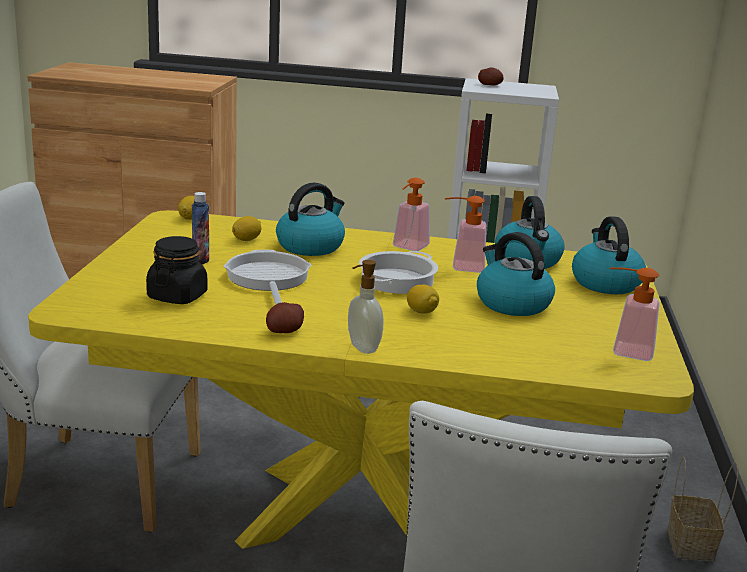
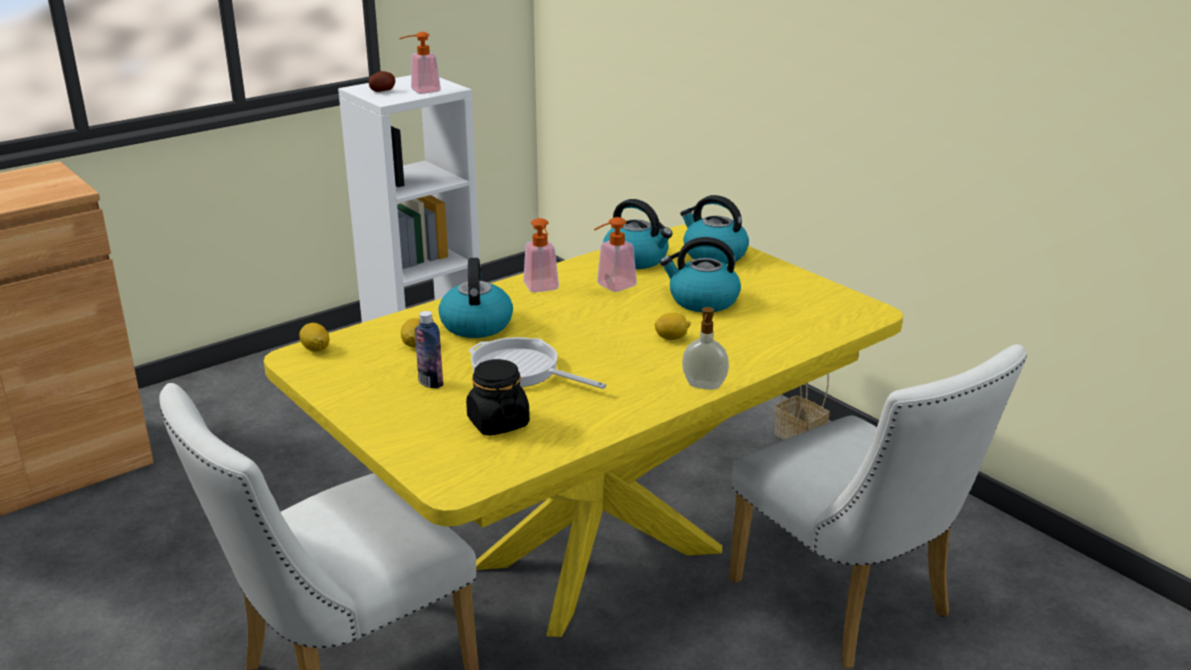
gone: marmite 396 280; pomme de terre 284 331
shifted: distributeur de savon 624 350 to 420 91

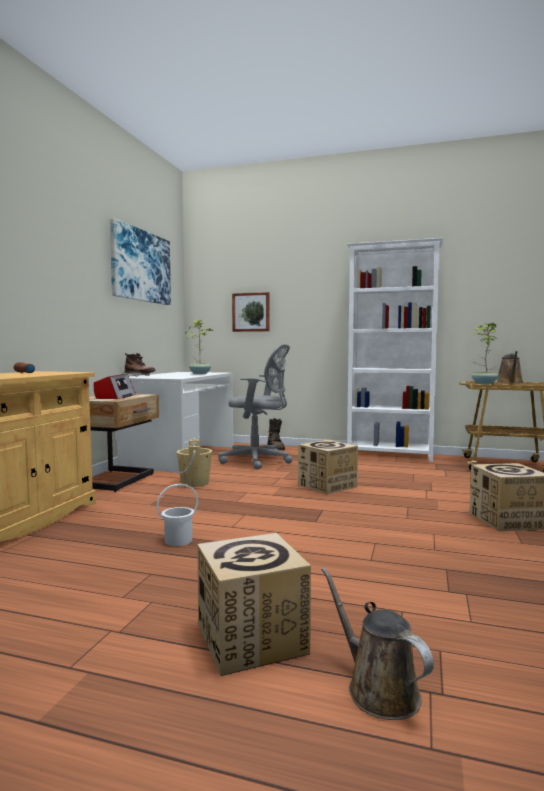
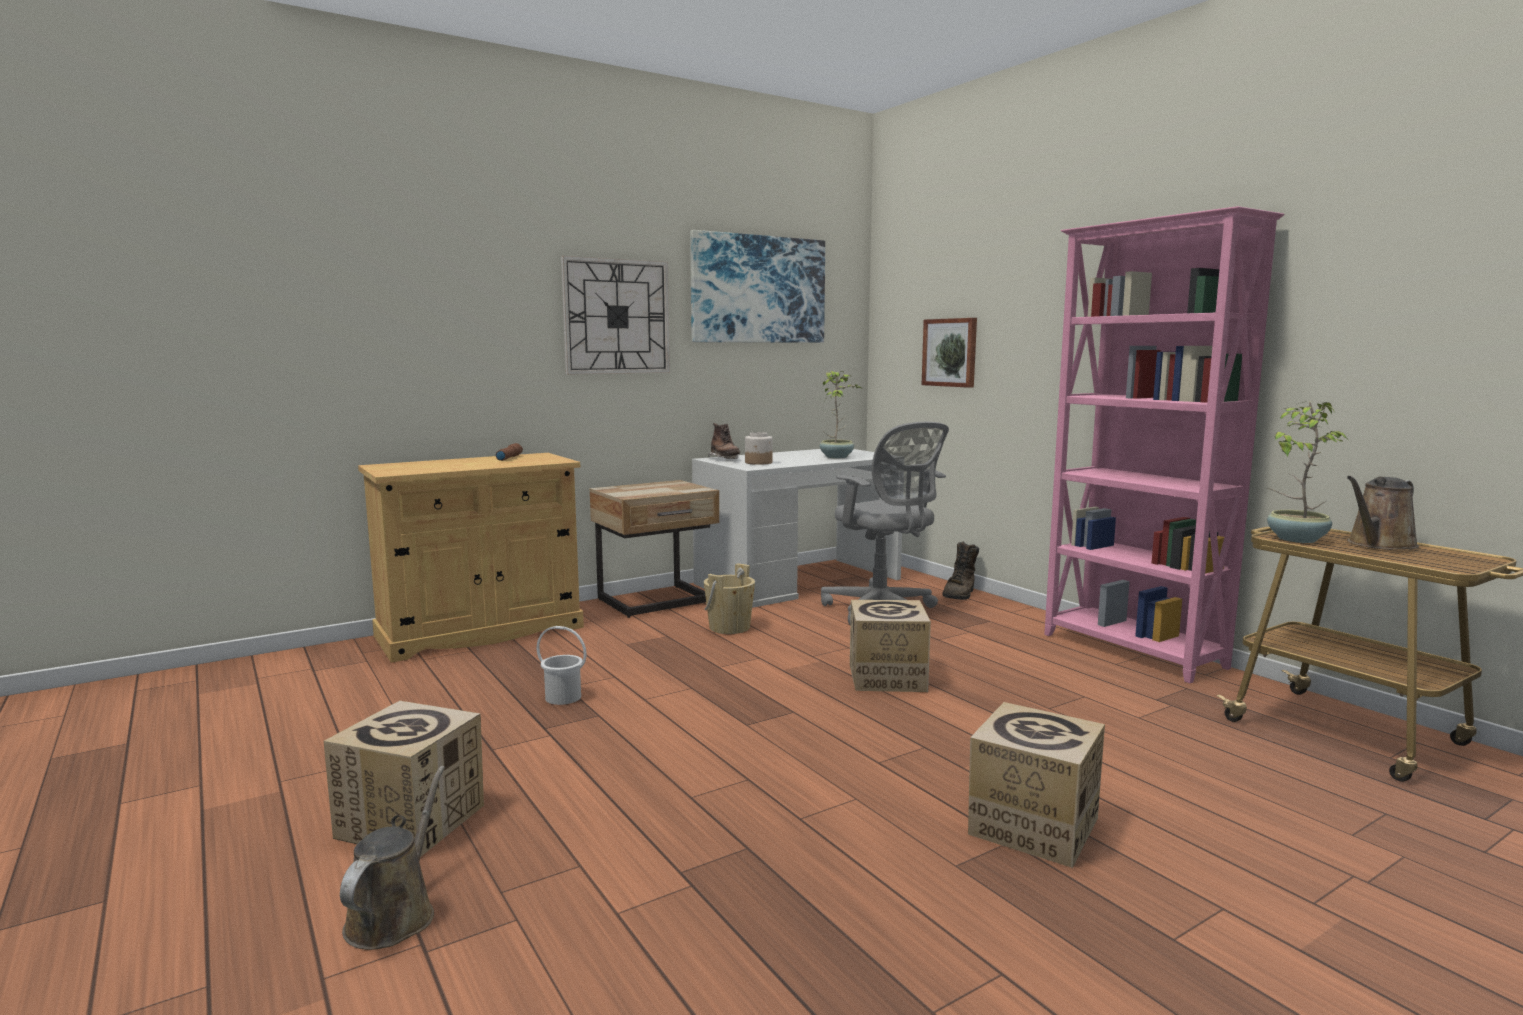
gone: radio 115 396
new: horloge murale 616 317; bocal 758 462
repainted: bibliothèque (blanc) 390 455 to bibliothèque (rose) 1132 651

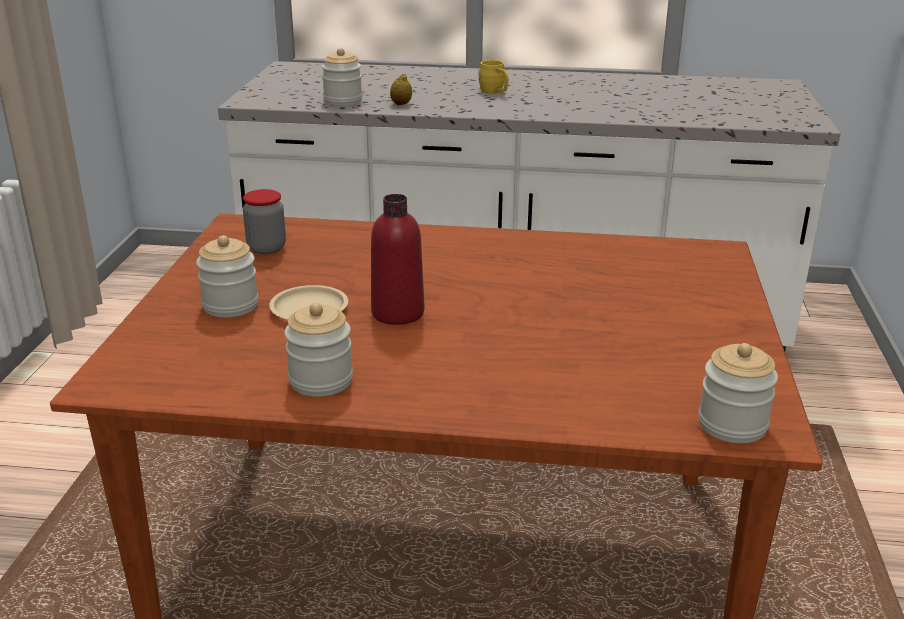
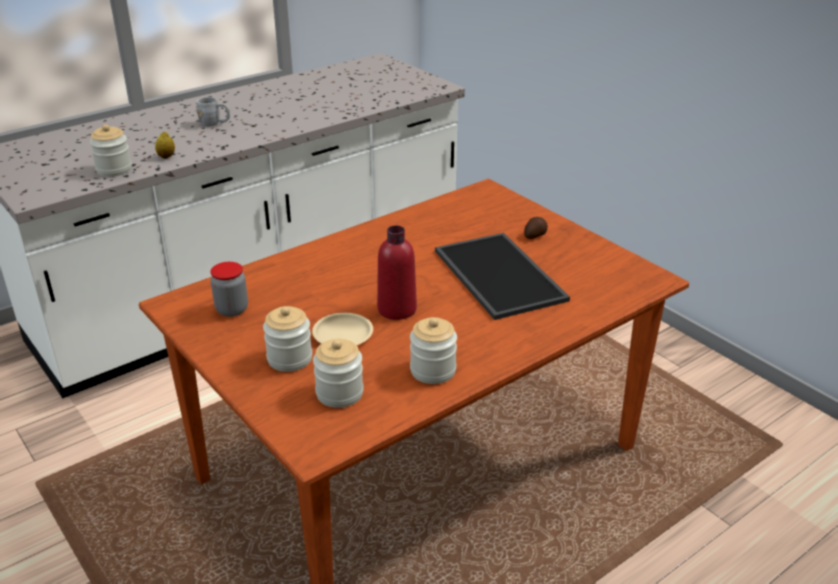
new: pomme de terre 534 235; plateau 496 275
shifted: bocal 732 425 to 339 393
repainted: mug (jaune) 495 92 to mug (gris) 214 123

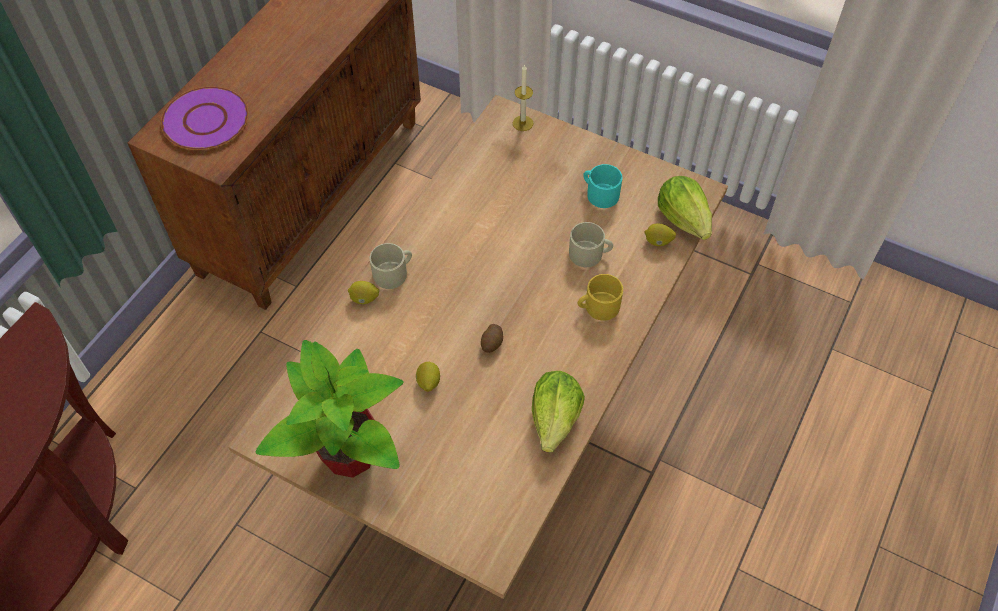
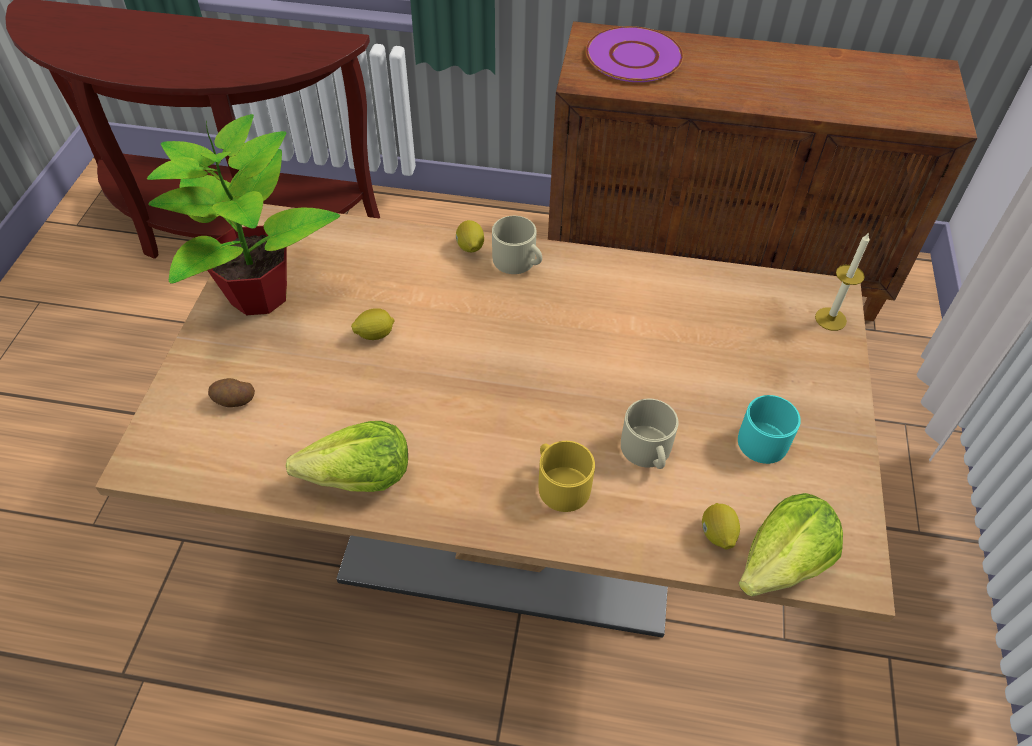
shifted: pomme de terre 492 343 to 234 401

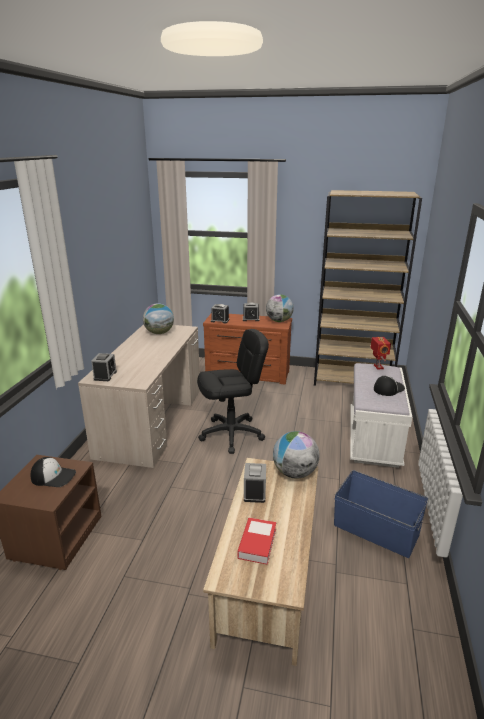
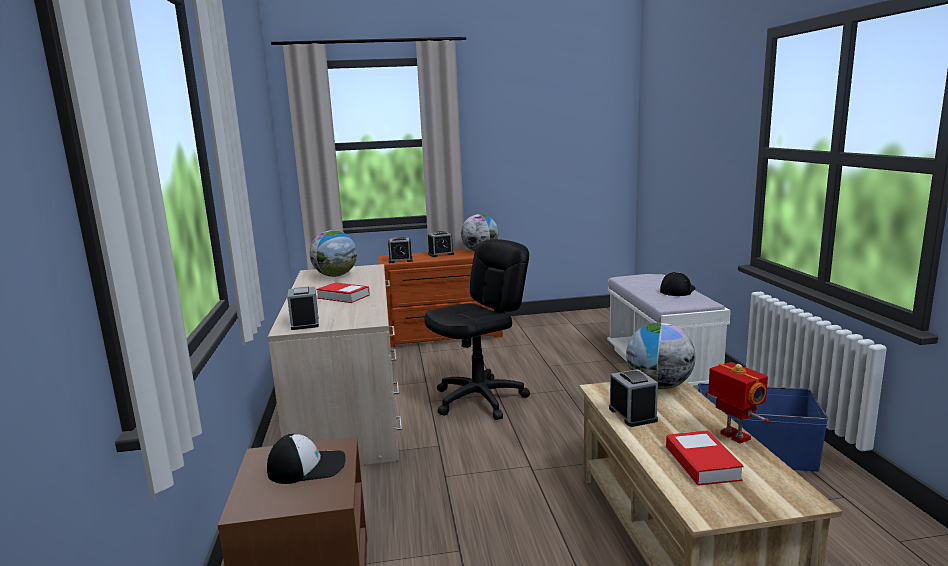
gone: bibliothèque (marron) 353 380
new: livre 343 297
shifted: robot jouet 377 367 to 733 436

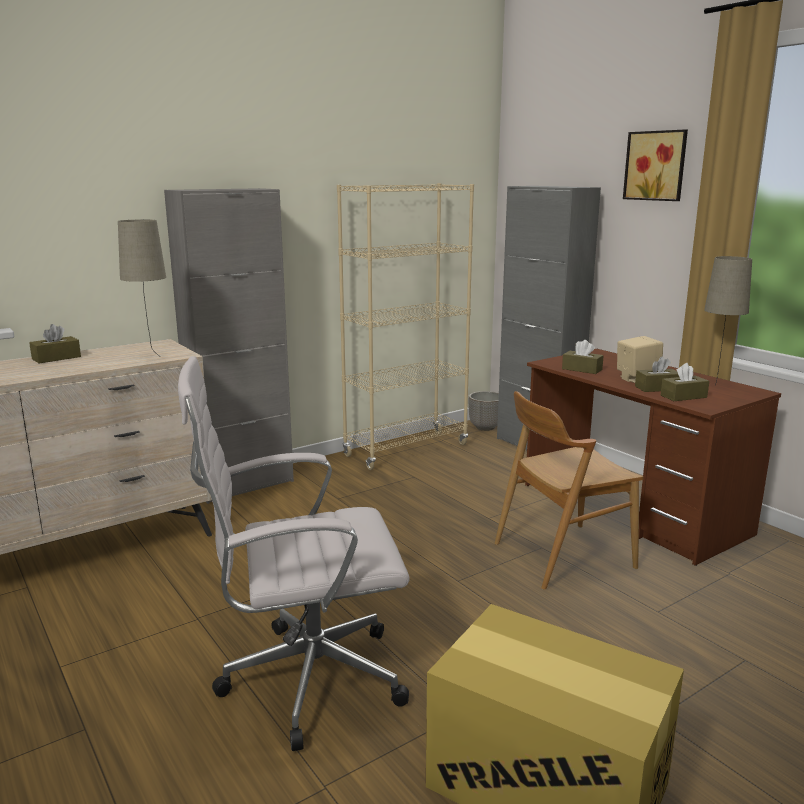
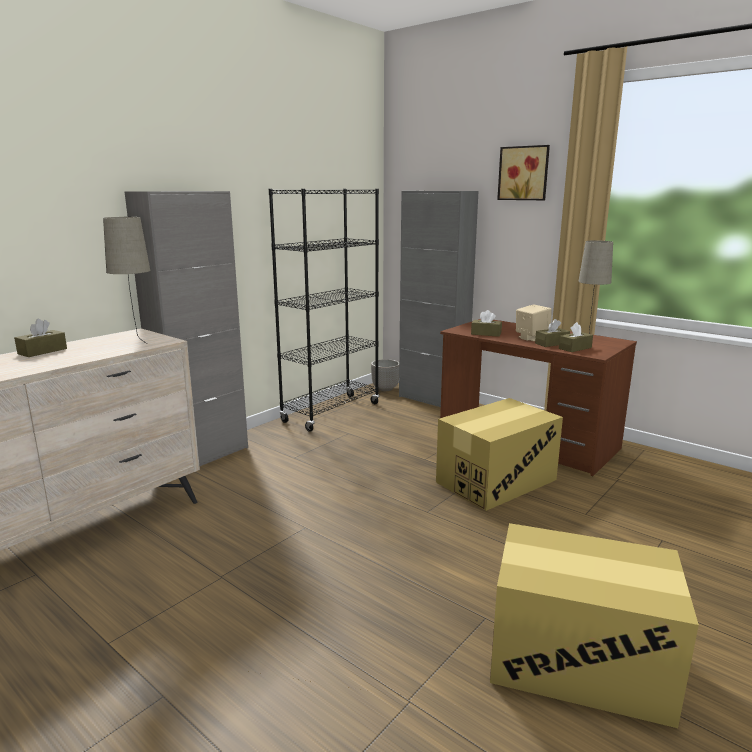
gone: chaise de bureau (blanc) 304 680
swapped: chaise (marron) 562 555 to carton 496 481
repainted: bibliothèque (beige) 406 450 to bibliothèque (noir) 331 412

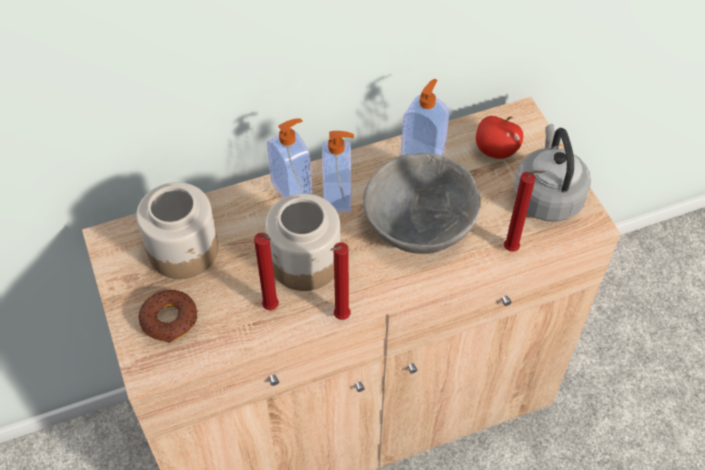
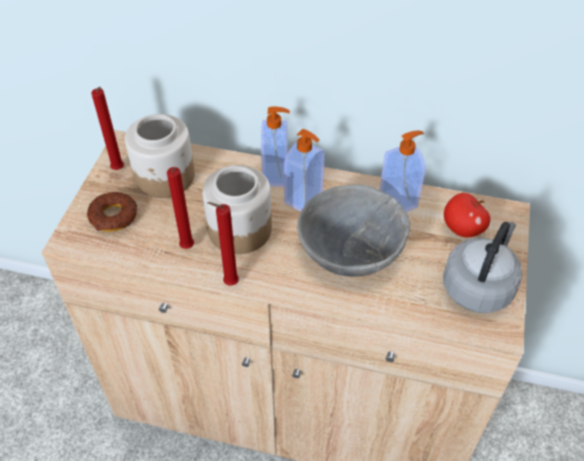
shifted: bougie (rouge) 513 249 to 119 170

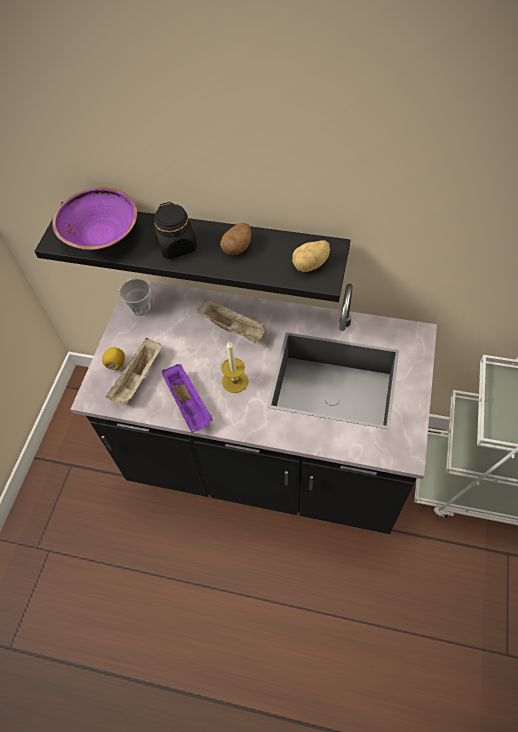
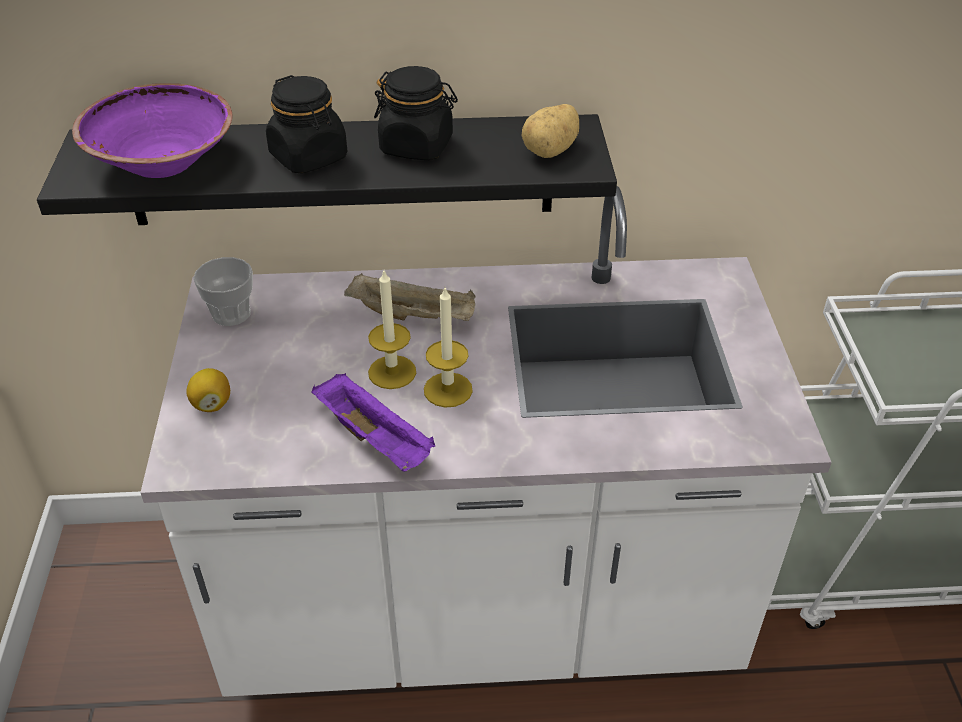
gone: plateau (beige) 138 379
new: bougie 392 372
swapped: pomme de terre 237 247 to bocal (noir) 417 146
repainted: comptoir de cuisine (noir) 266 461 to comptoir de cuisine (blanc) 481 609

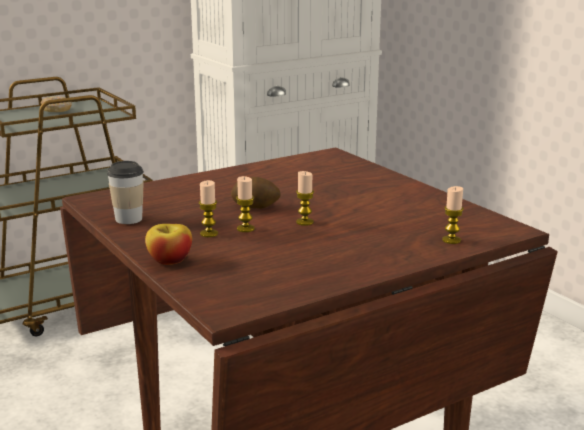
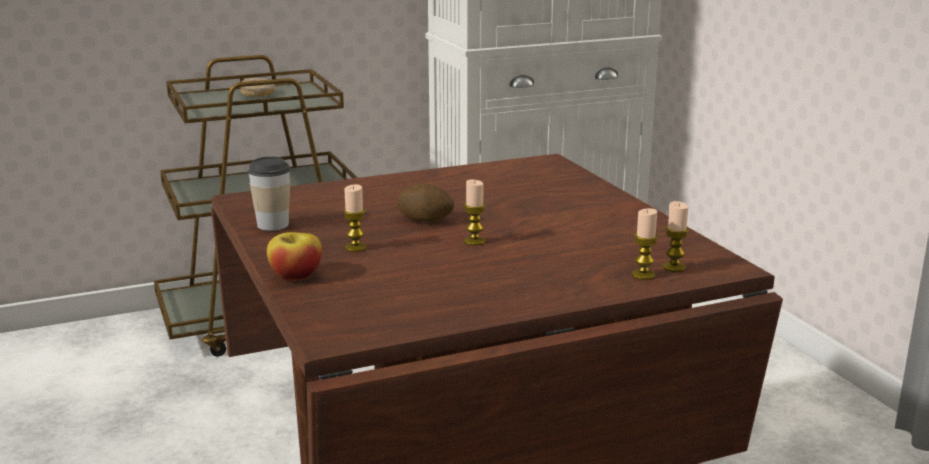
shifted: bougie 245 229 to 674 267

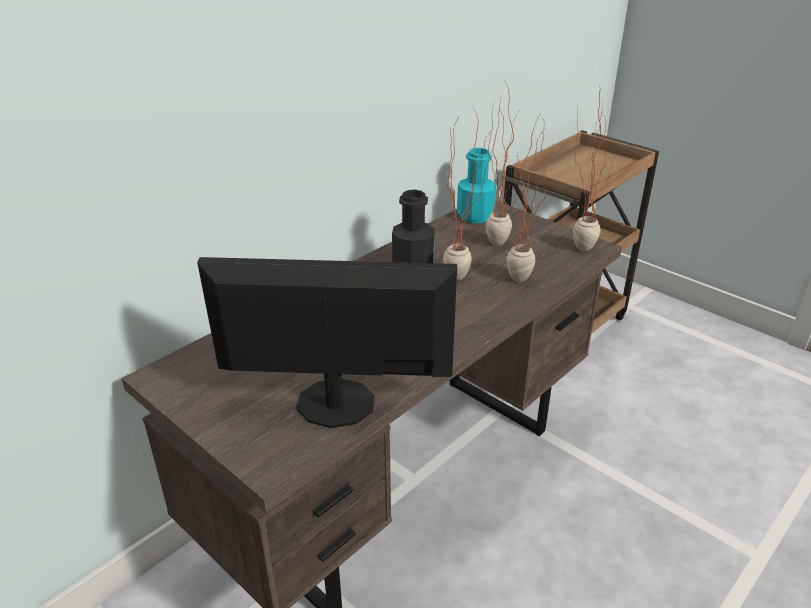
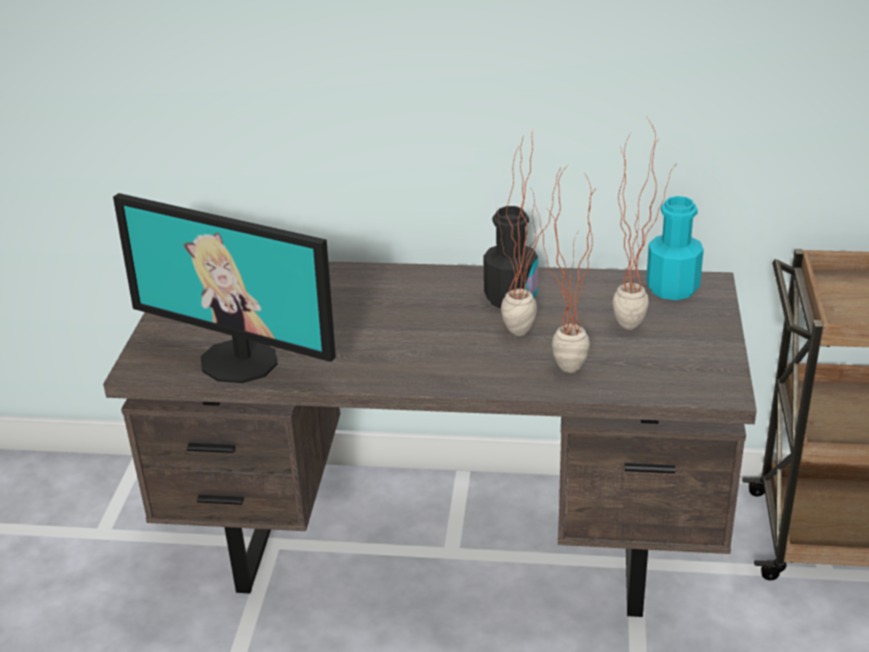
gone: plante en pot 579 245
rotated: écran d'ordinateur 335 404 = 240 360 150 degrees clockwise

